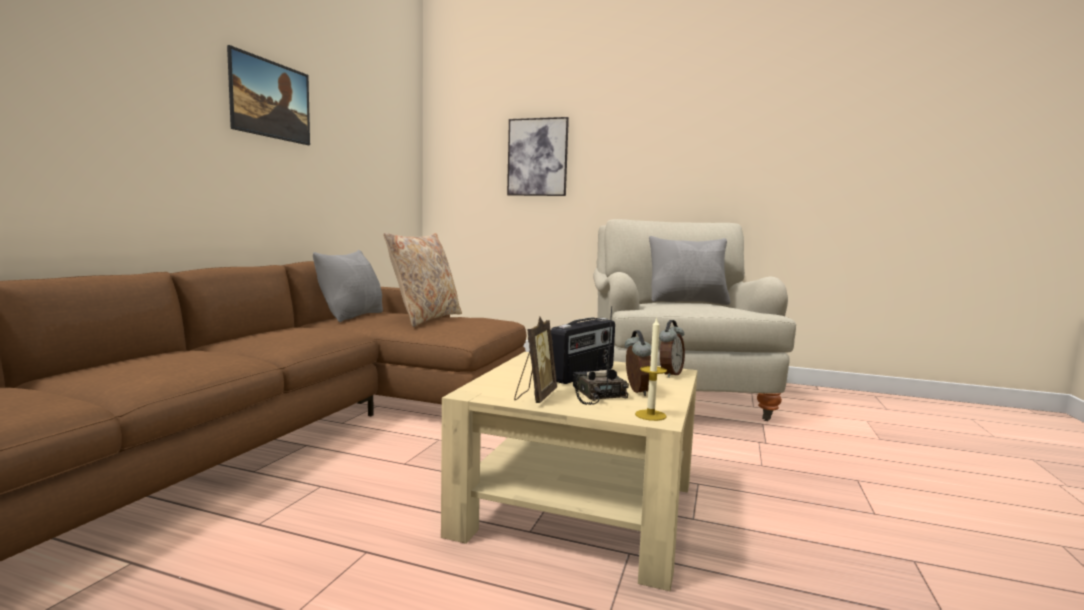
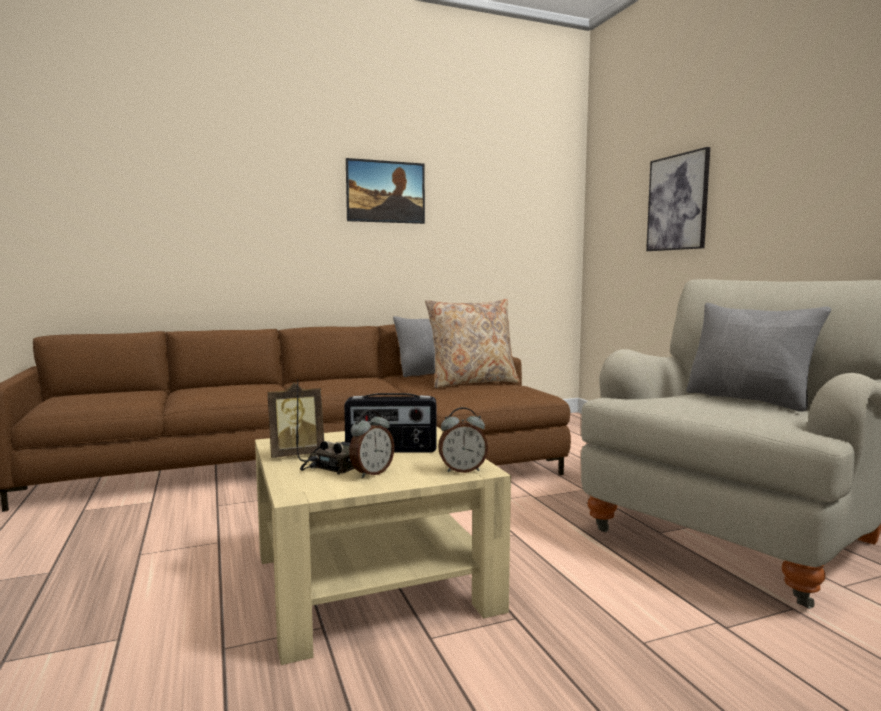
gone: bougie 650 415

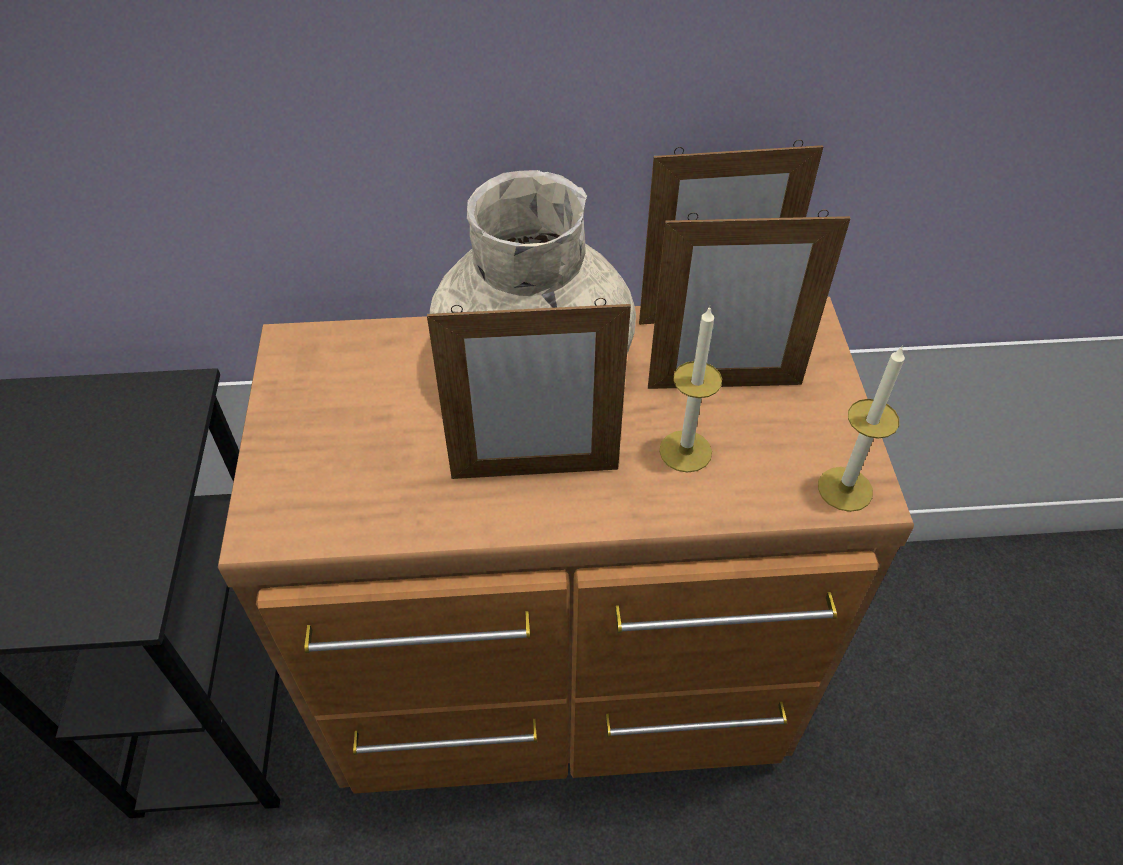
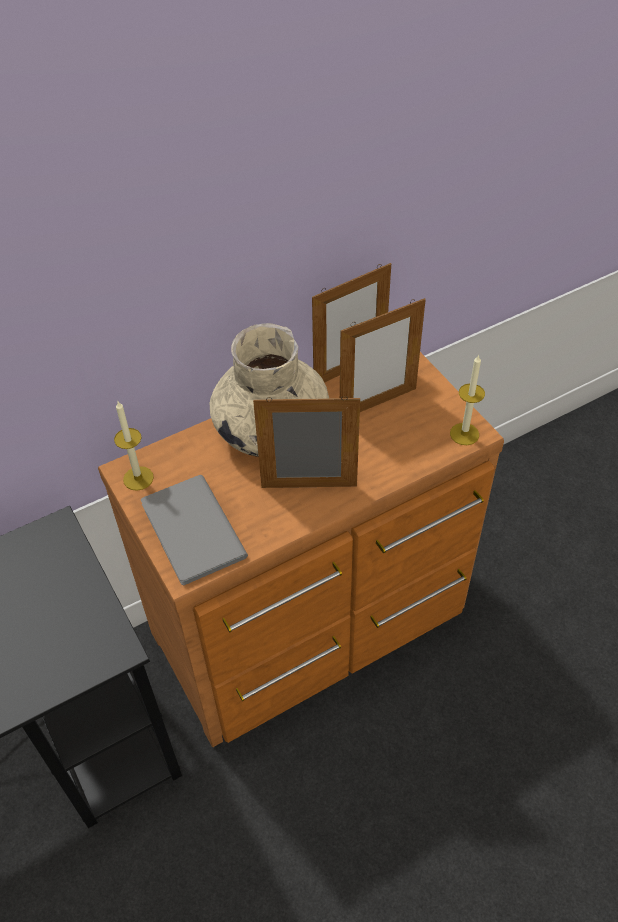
new: livre (gris) 191 533
shifted: bougie 685 451 to 138 478
rotated: cadre photo 535 472 = 309 486 150 degrees counterclockwise

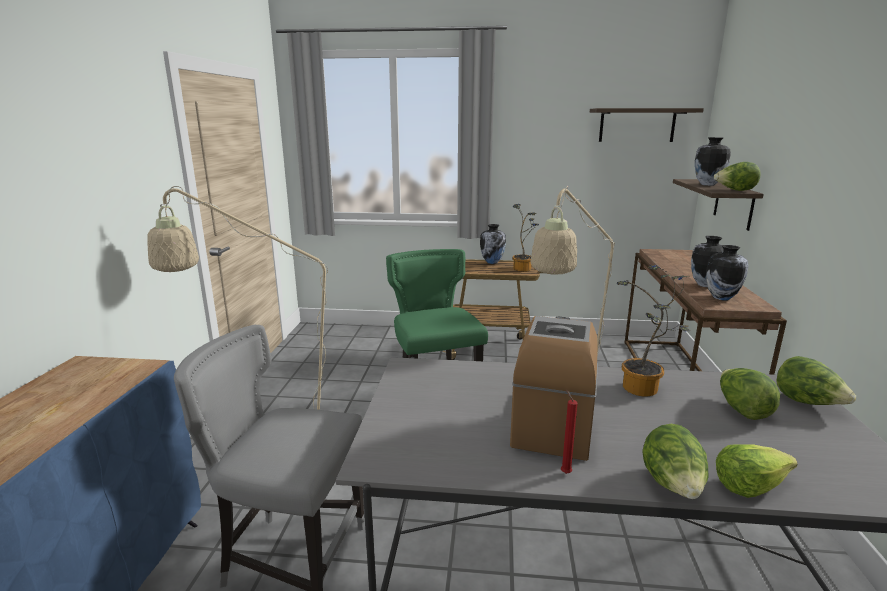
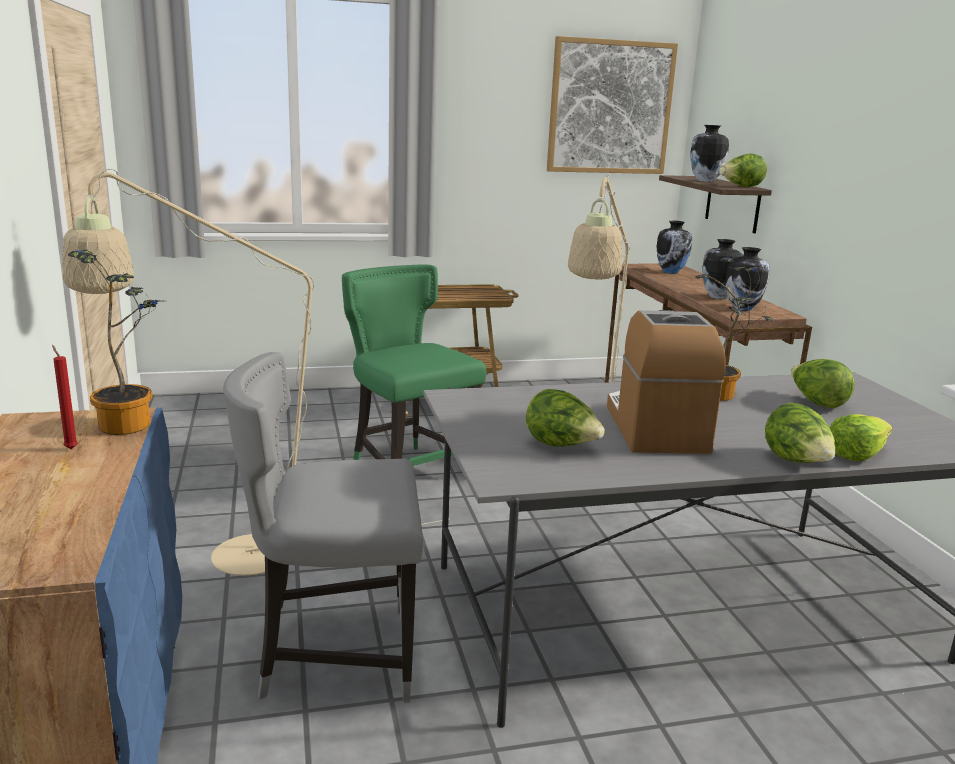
shifted: plante en pot 524 269 to 131 423; vase 492 262 to 671 272; laitue 807 403 to 561 446; bougie (rouge) 564 472 to 70 448
swapped: étagère 637 125 to tableau 610 107

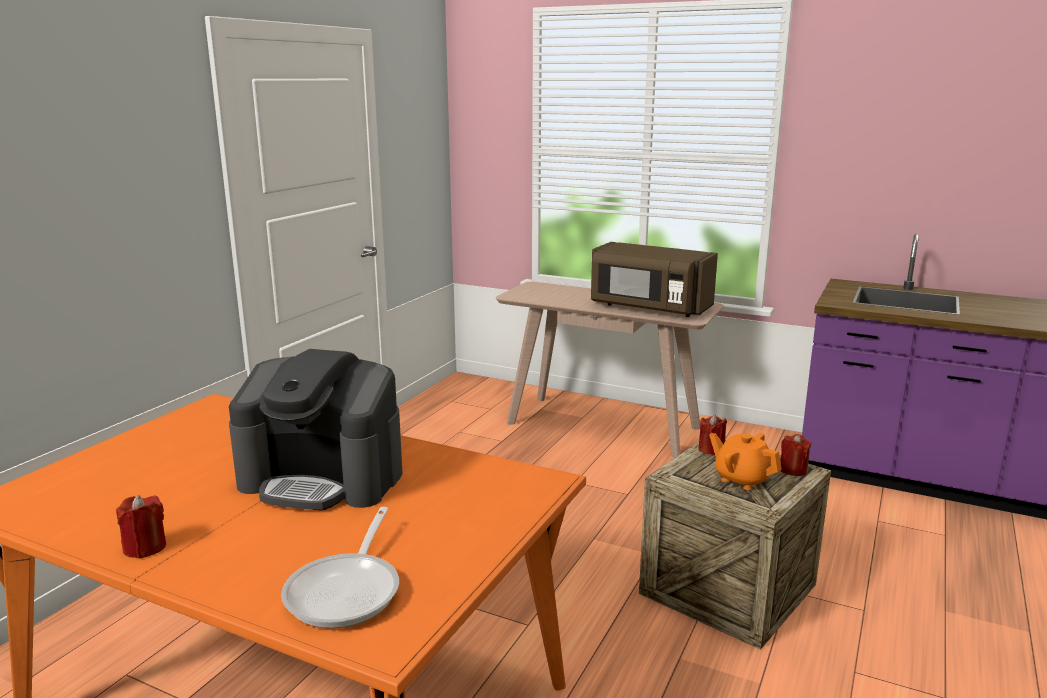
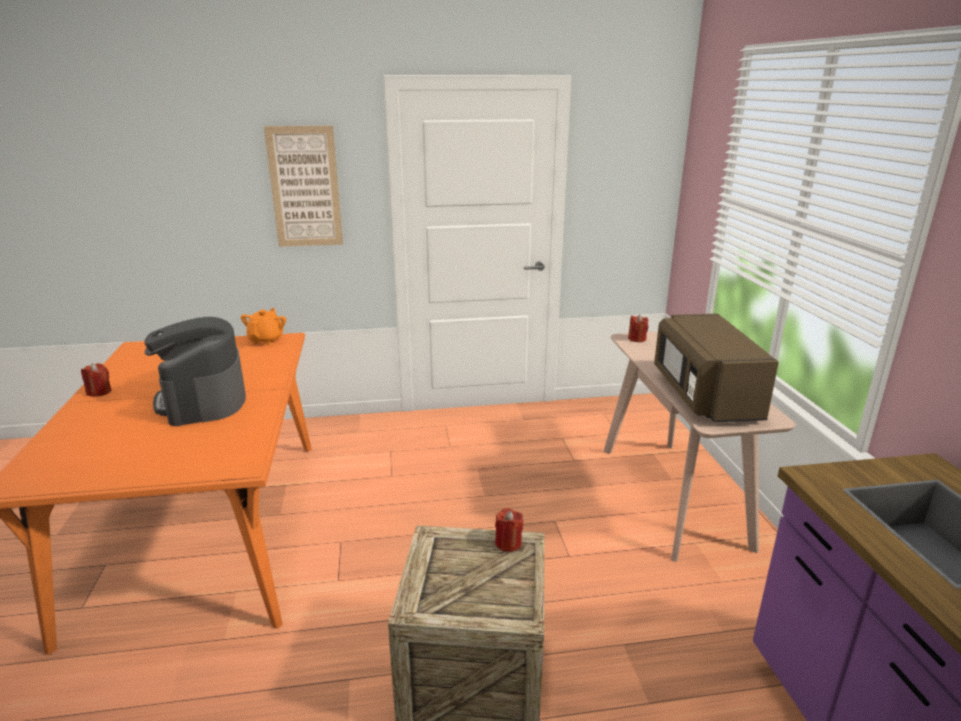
gone: poêle 348 590
new: tableau 305 187
shifted: théière (orange) 742 479 to 266 340; bougie (rouge) 793 470 to 637 339

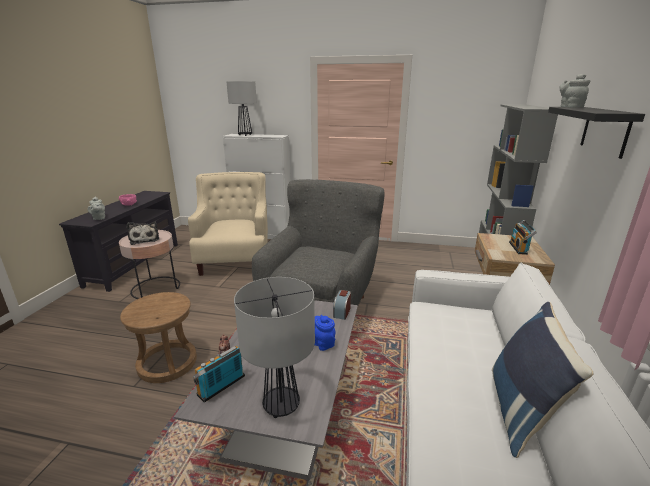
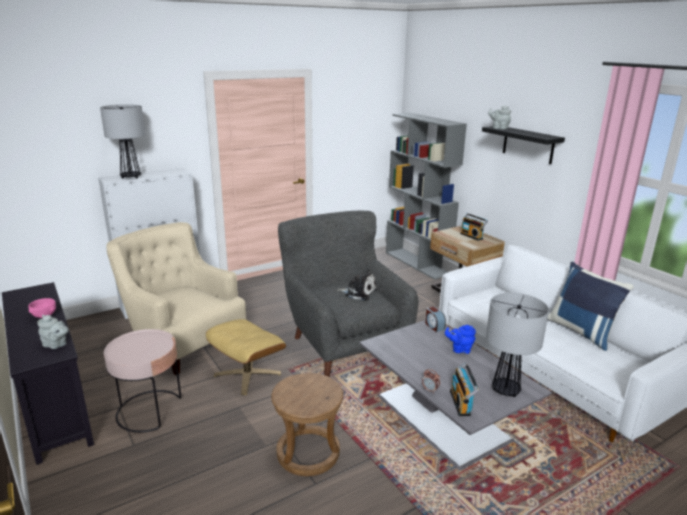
new: pouf (beige) 247 374
shifted: peluche 145 239 to 358 292

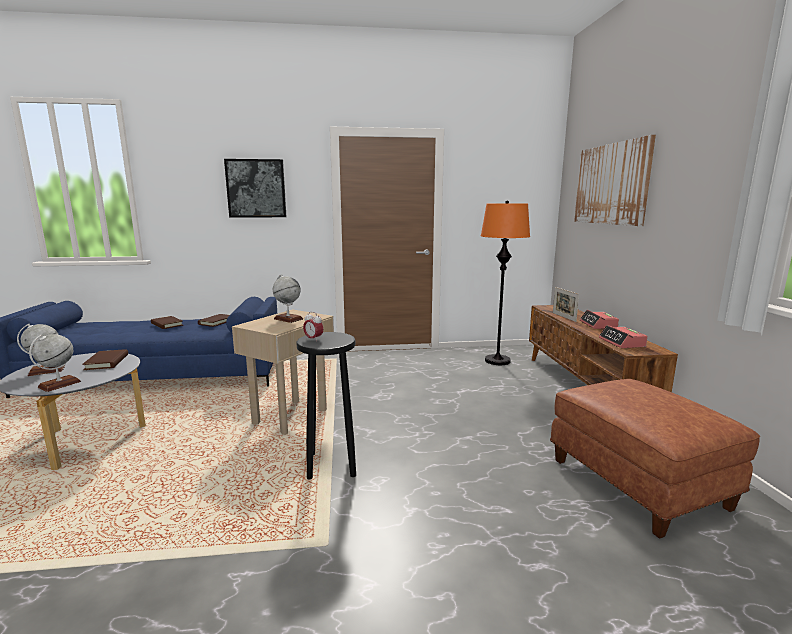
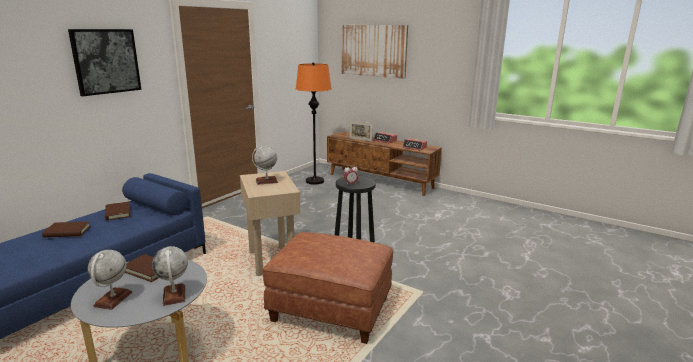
shifted: pouf (marron) 634 482 to 329 310

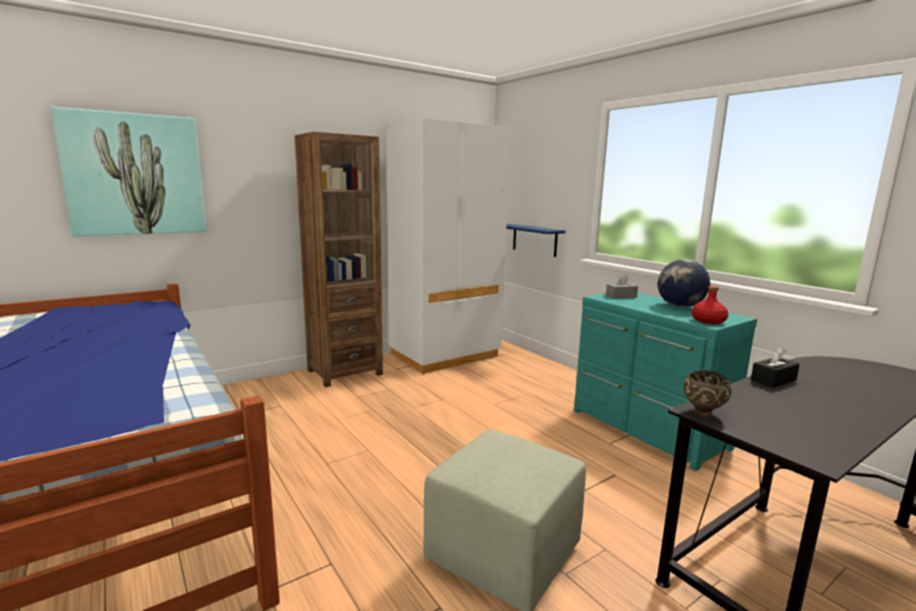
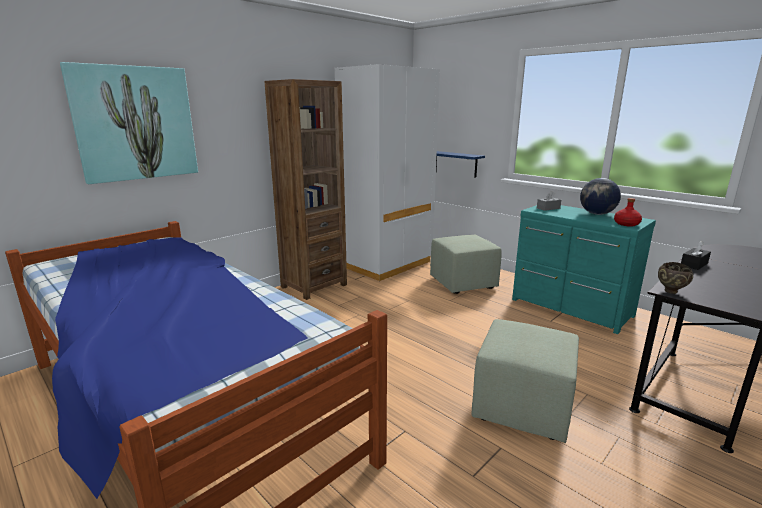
new: pouf (vert) 462 283

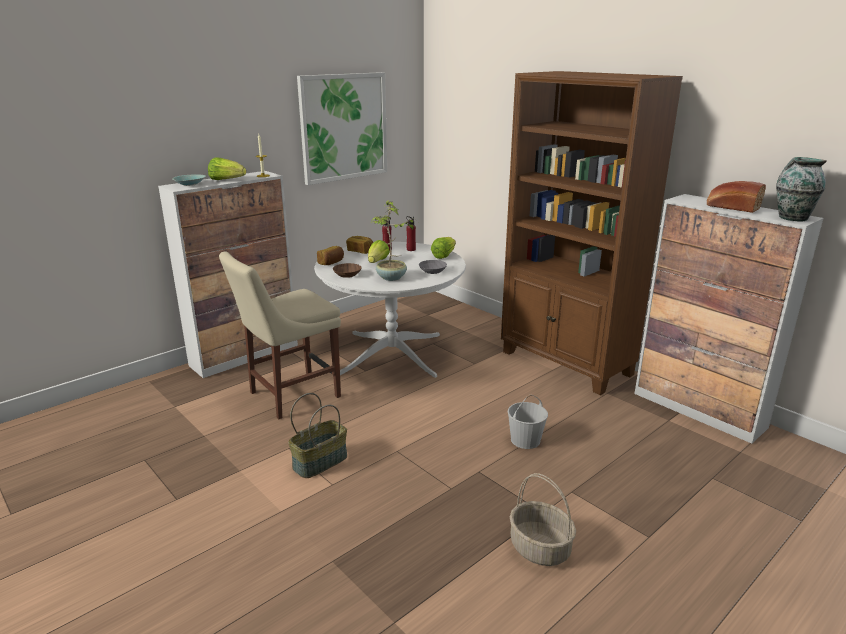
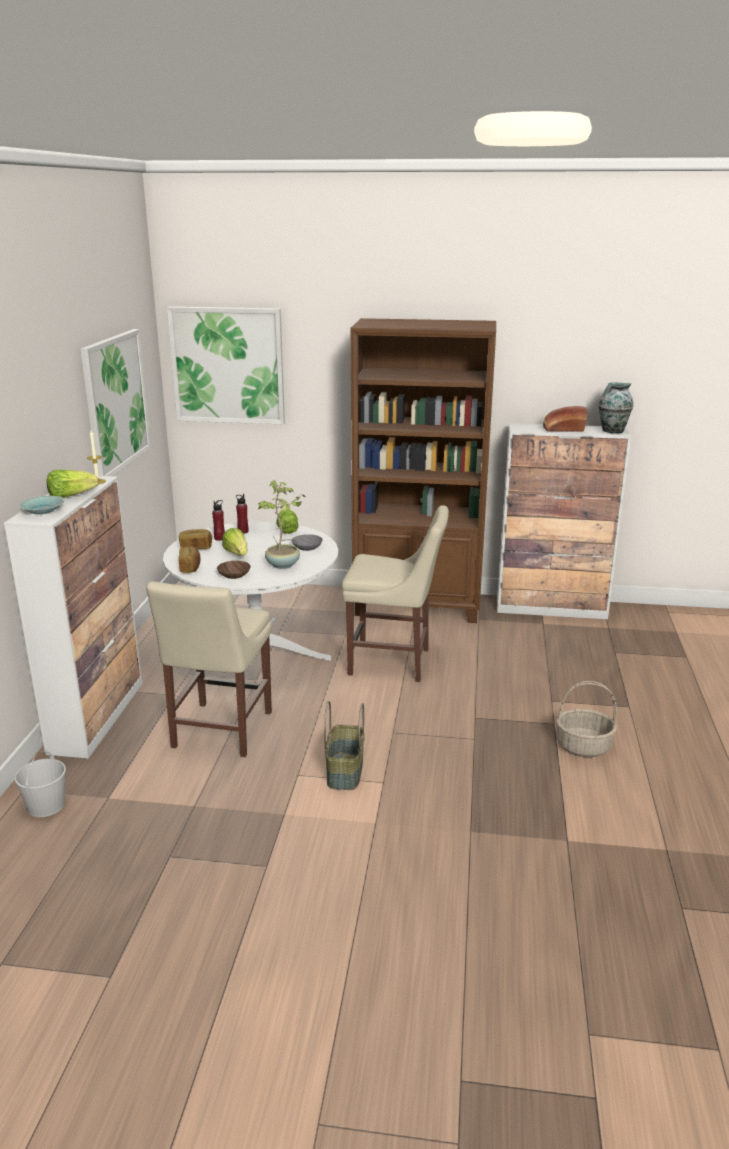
new: tableau 227 365; chaise (beige) 394 662
shifted: seau (blanc) 525 440 to 46 805

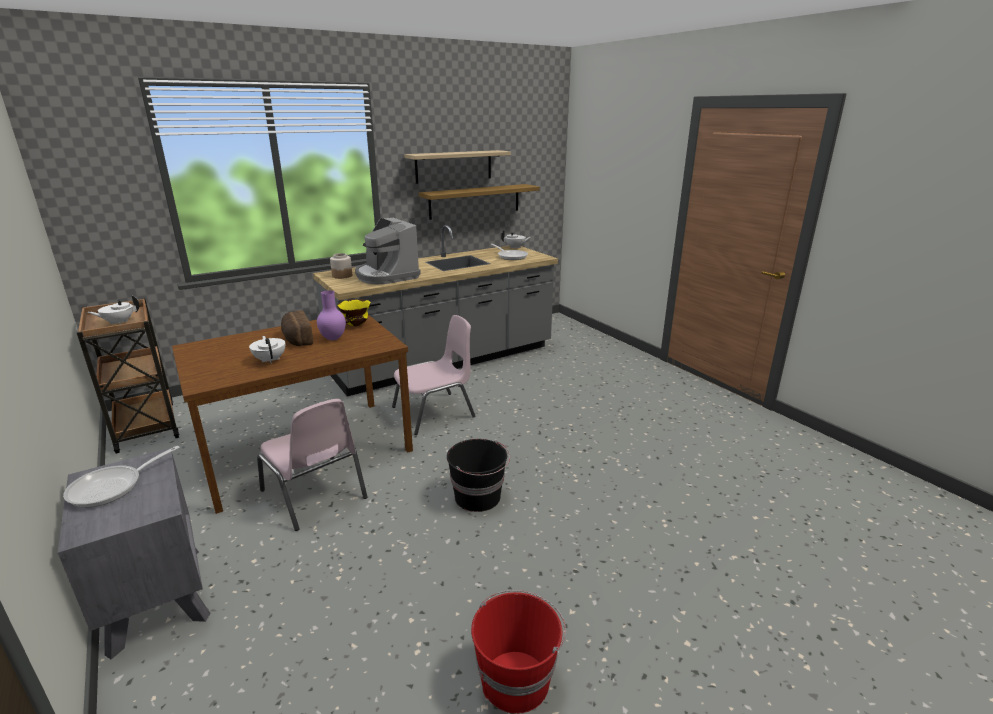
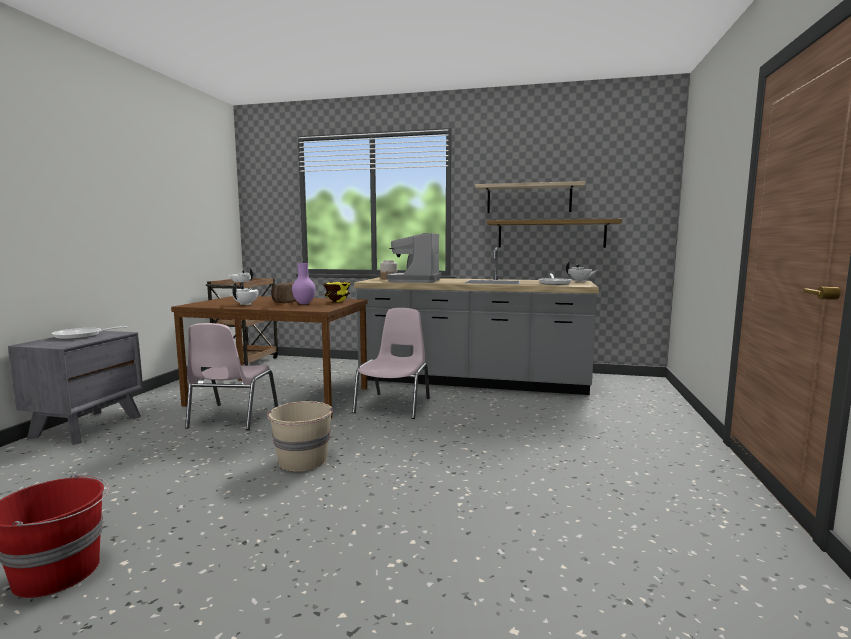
repainted: seau (noir) 478 497 to seau (beige) 303 461
rotated: chaise (rose) 435 412 = 394 405 90 degrees counterclockwise

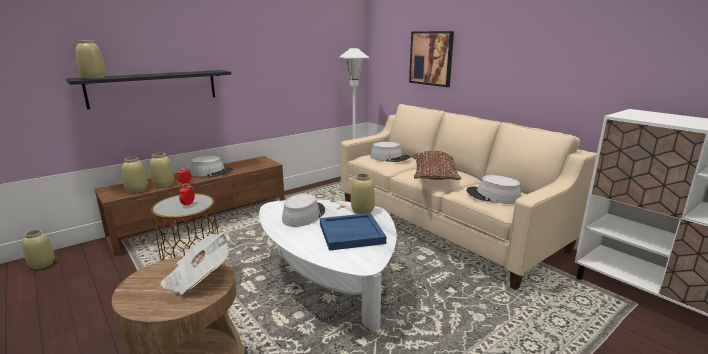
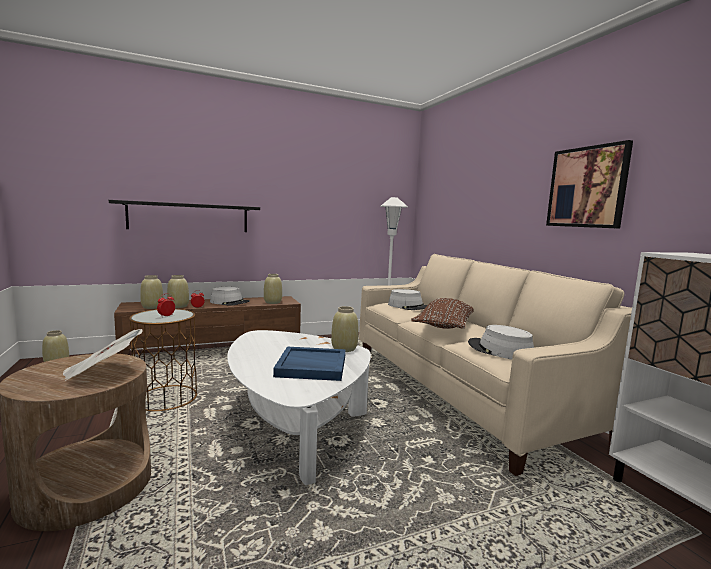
gone: chapeau (gris) 303 215
shifted: tableau 431 58 to 587 187; vase (beige) 94 78 to 273 302

